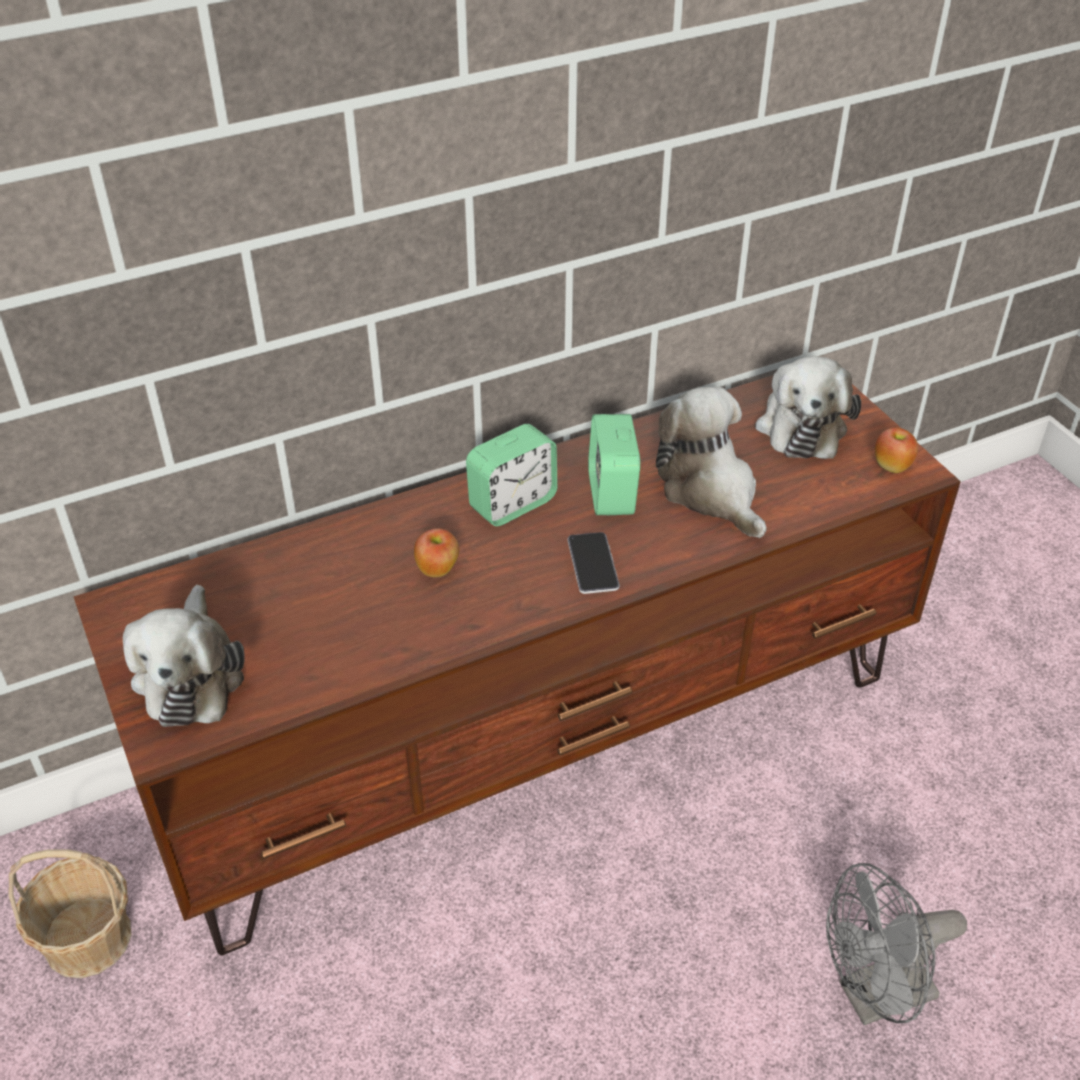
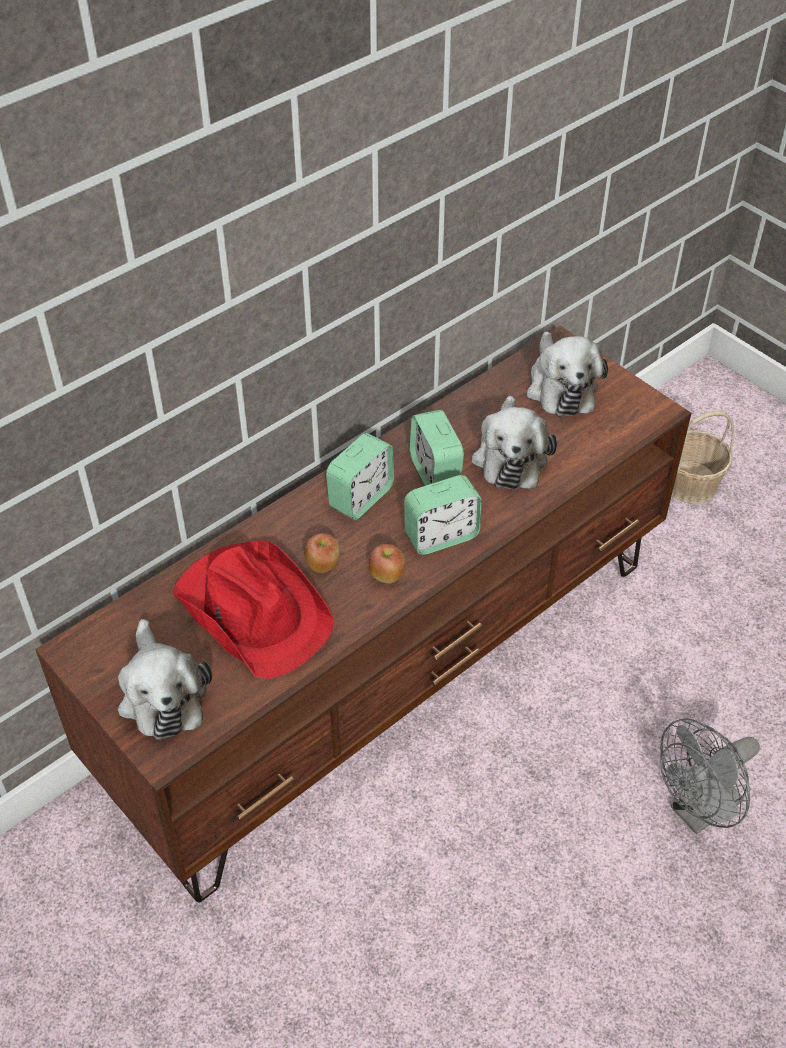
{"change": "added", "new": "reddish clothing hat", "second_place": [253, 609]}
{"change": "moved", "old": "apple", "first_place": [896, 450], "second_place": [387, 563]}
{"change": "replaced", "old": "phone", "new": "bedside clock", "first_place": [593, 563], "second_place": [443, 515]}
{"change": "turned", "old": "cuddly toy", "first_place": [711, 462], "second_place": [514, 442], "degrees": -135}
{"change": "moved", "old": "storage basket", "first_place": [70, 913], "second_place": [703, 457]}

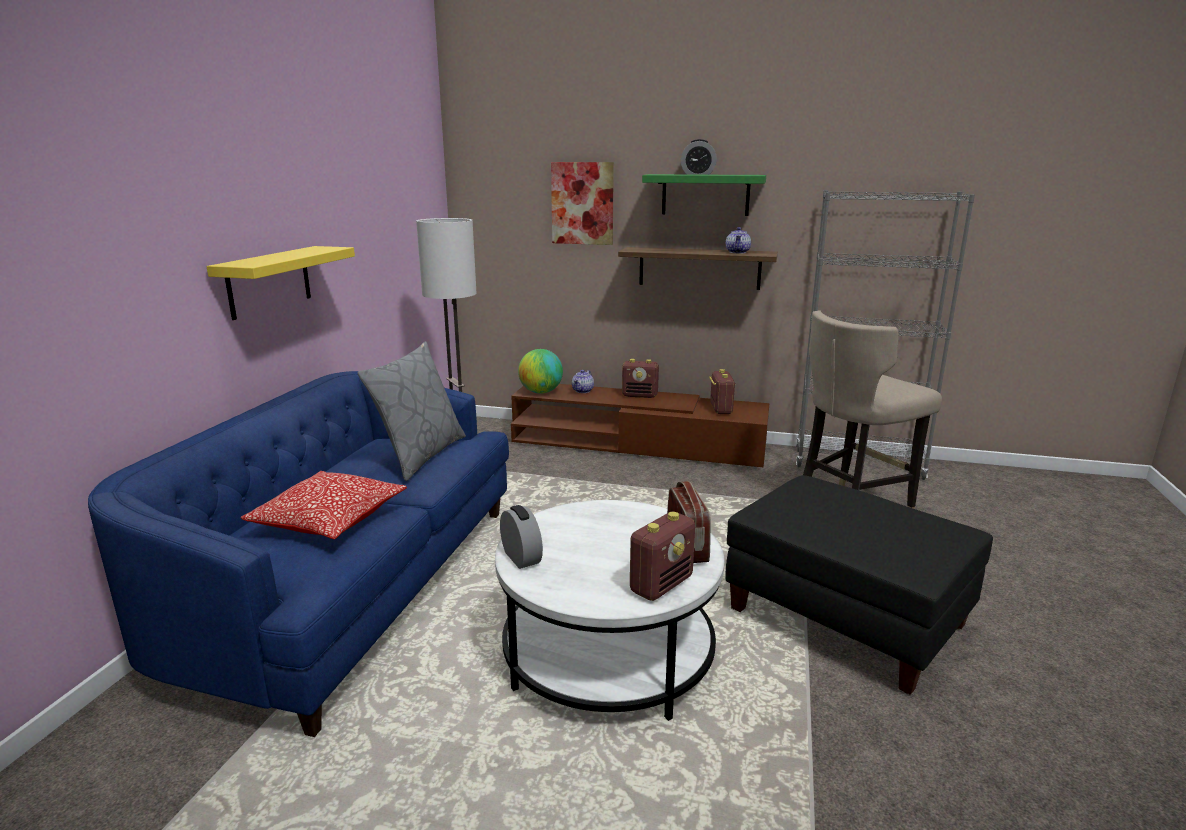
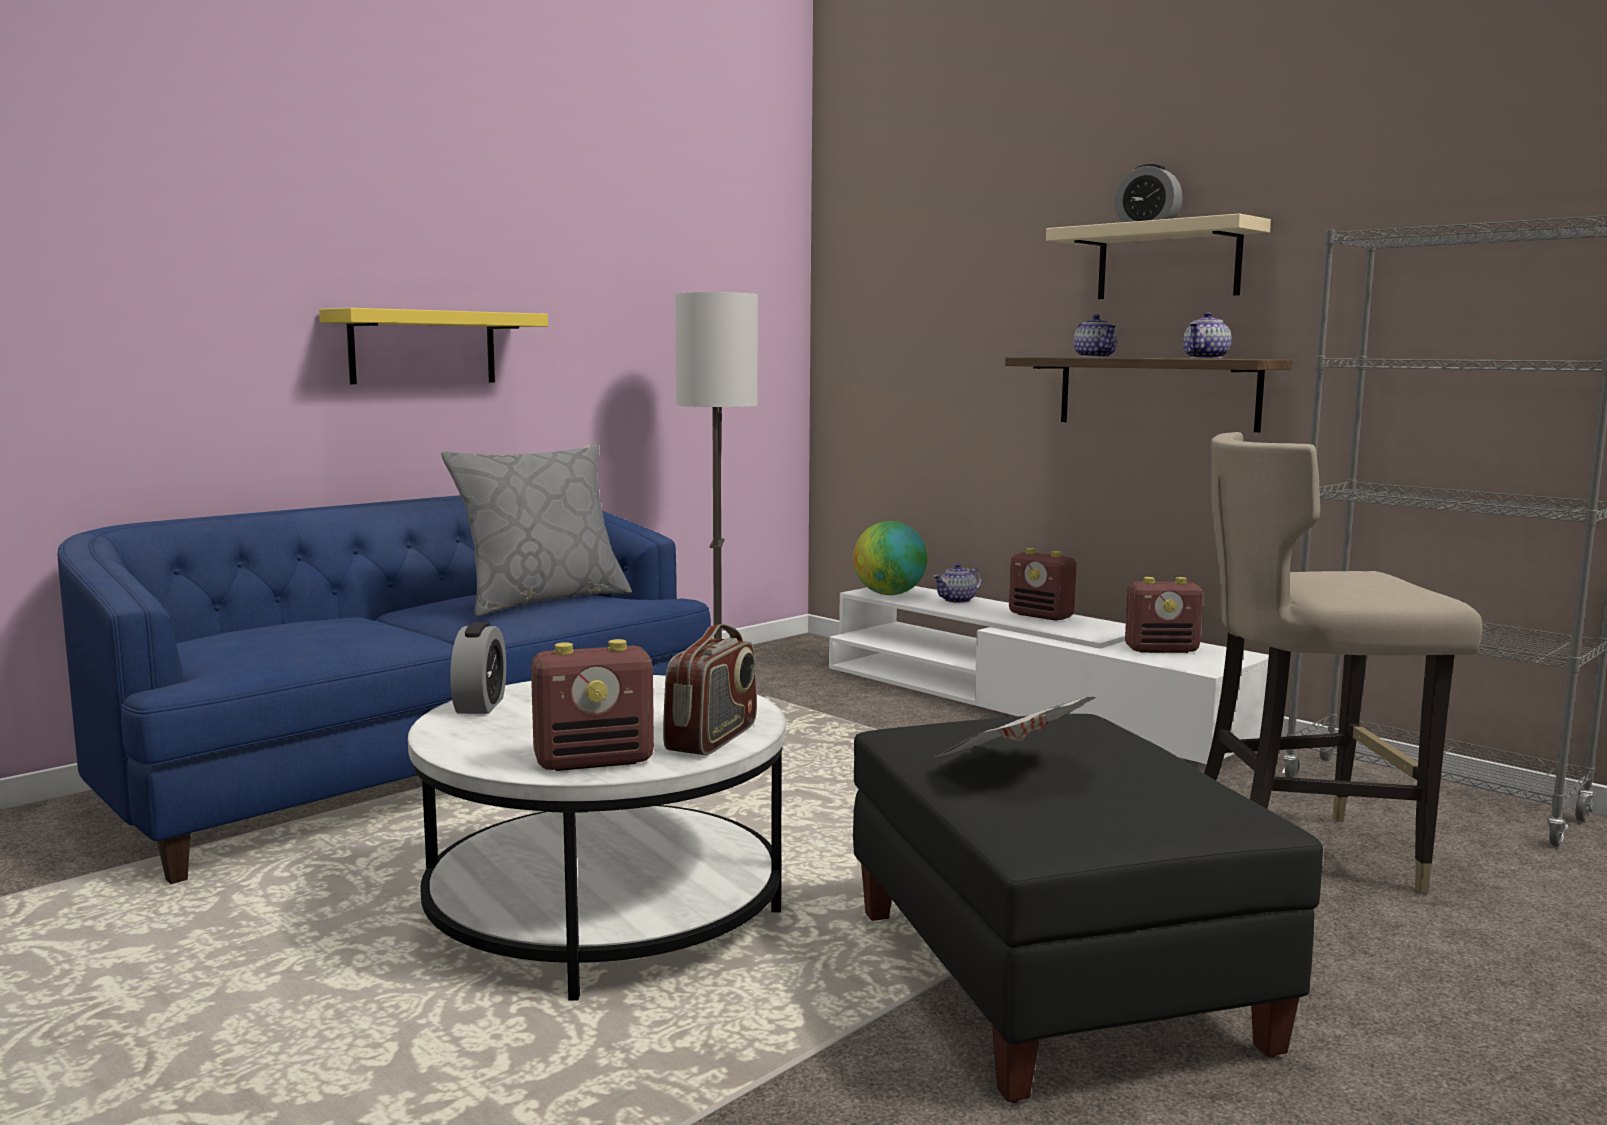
{"change": "recoloured", "old": "brown media console", "new": "whitish media console", "first_place": [640, 425], "second_place": [1049, 675]}
{"change": "added", "new": "newspaper", "second_place": [1014, 727]}
{"change": "recoloured", "old": "greenish bracket shelf", "new": "sand-coloured bracket shelf", "first_place": [704, 195], "second_place": [1158, 256]}
{"change": "added", "new": "tea pot", "second_place": [1095, 335]}
{"change": "turned", "old": "radio set", "first_place": [722, 391], "second_place": [1164, 615], "degrees": 60}
{"change": "removed", "old": "pillow", "first_place": [323, 505]}
{"change": "removed", "old": "wall art", "first_place": [582, 203]}

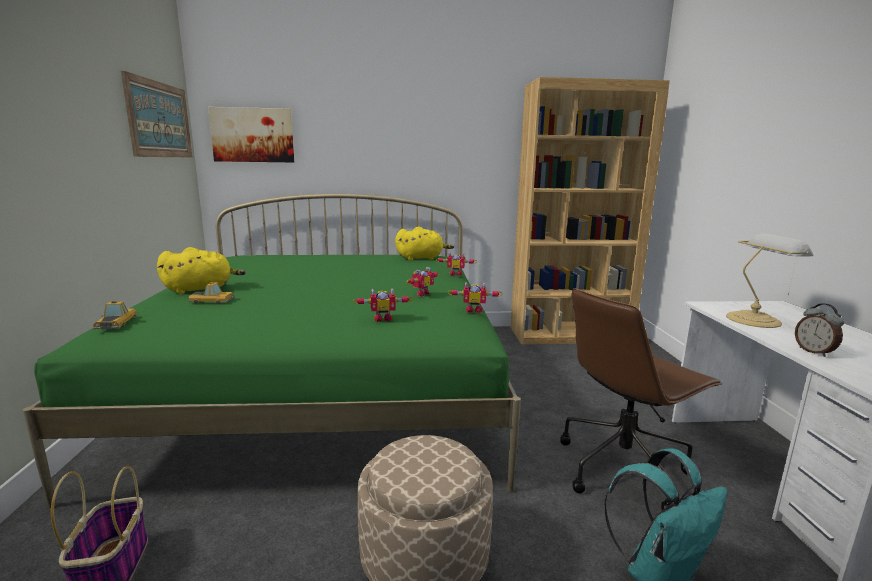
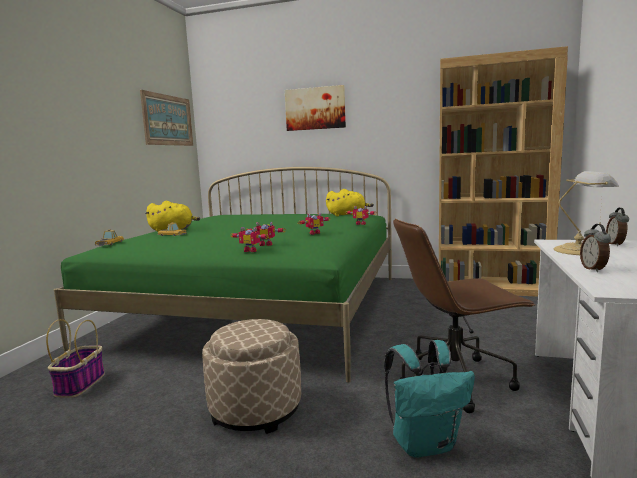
{"change": "moved", "old": "model robot", "first_place": [475, 297], "second_place": [249, 239]}
{"change": "moved", "old": "wall art", "first_place": [251, 134], "second_place": [315, 108]}
{"change": "added", "new": "bedside clock", "second_place": [617, 227]}

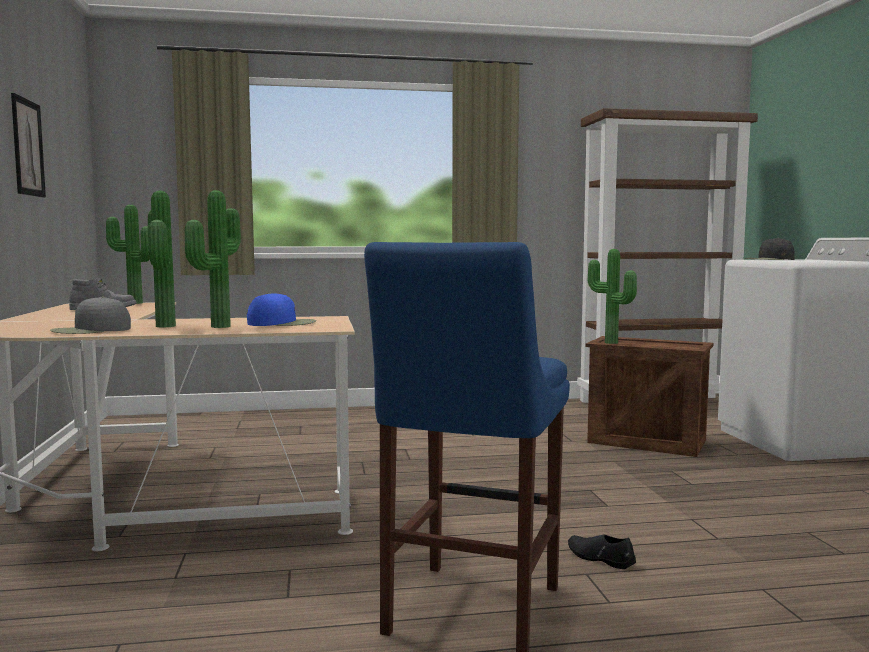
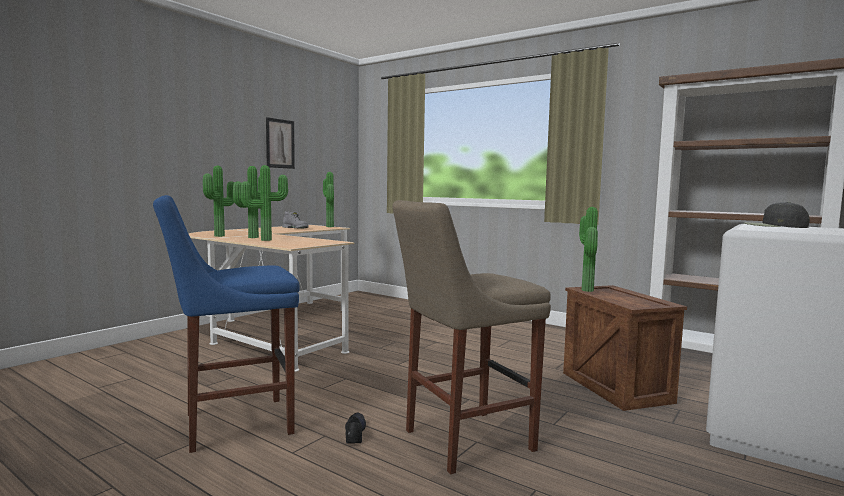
{"change": "replaced", "old": "greyish peaked cap", "new": "potted plant", "first_place": [90, 315], "second_place": [219, 201]}
{"change": "added", "new": "sand-coloured stool", "second_place": [472, 337]}
{"change": "removed", "old": "blue peaked cap", "first_place": [281, 309]}

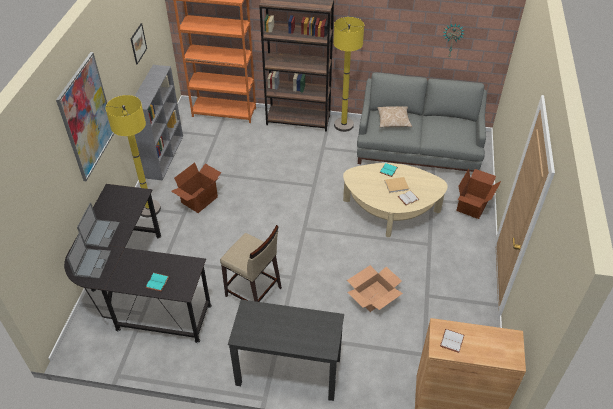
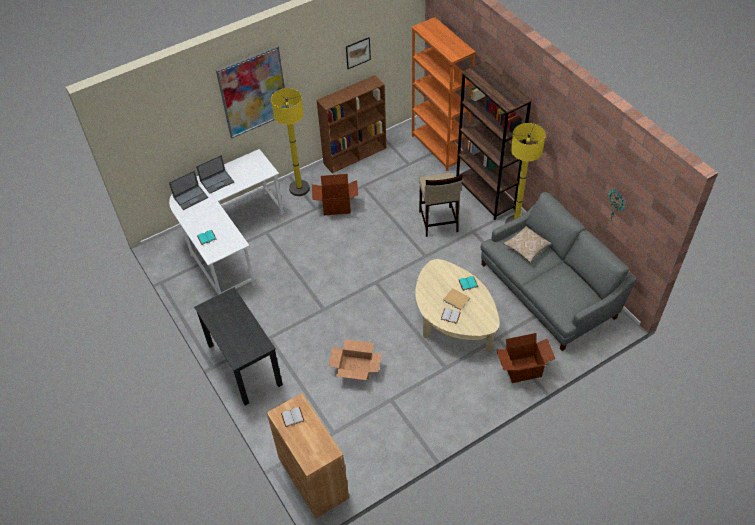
{"change": "recoloured", "old": "black desk unit", "new": "whitish desk unit", "first_place": [138, 263], "second_place": [226, 222]}
{"change": "recoloured", "old": "greyish bookshelf", "new": "brown bookshelf", "first_place": [156, 123], "second_place": [351, 124]}
{"change": "moved", "old": "sand-coloured stool", "first_place": [251, 263], "second_place": [440, 205]}

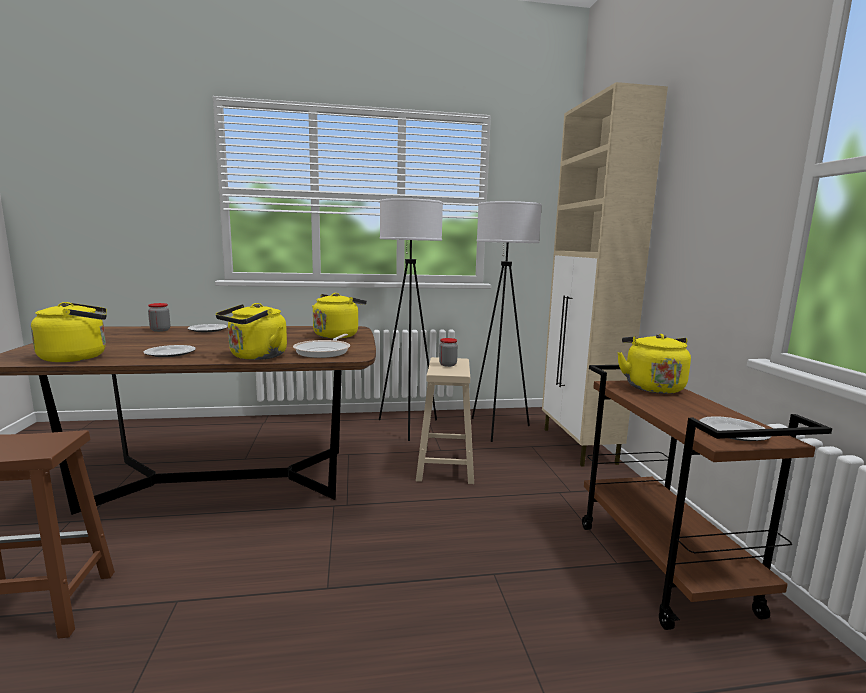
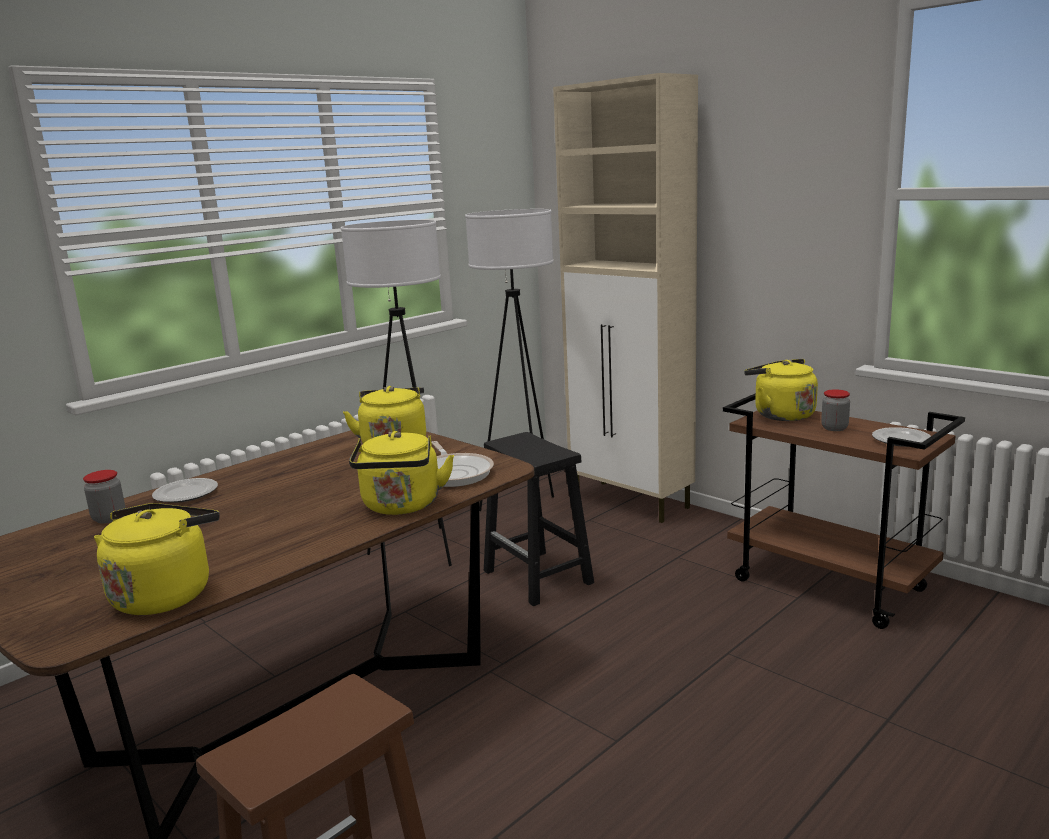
{"change": "recoloured", "old": "sand-coloured stool", "new": "black stool", "first_place": [445, 420], "second_place": [539, 519]}
{"change": "moved", "old": "jar", "first_place": [448, 352], "second_place": [835, 410]}
{"change": "removed", "old": "plate", "first_place": [170, 351]}

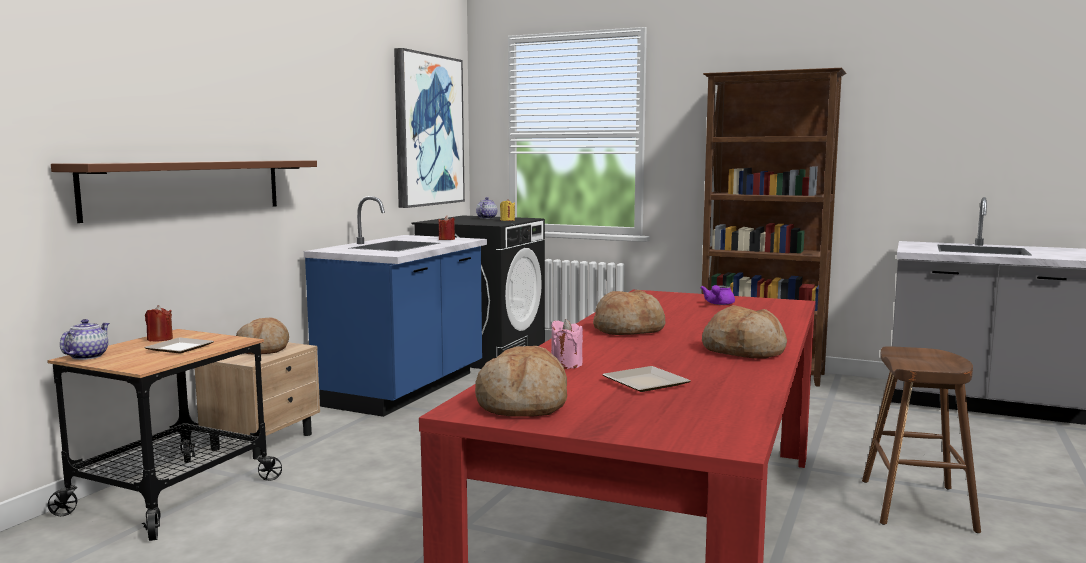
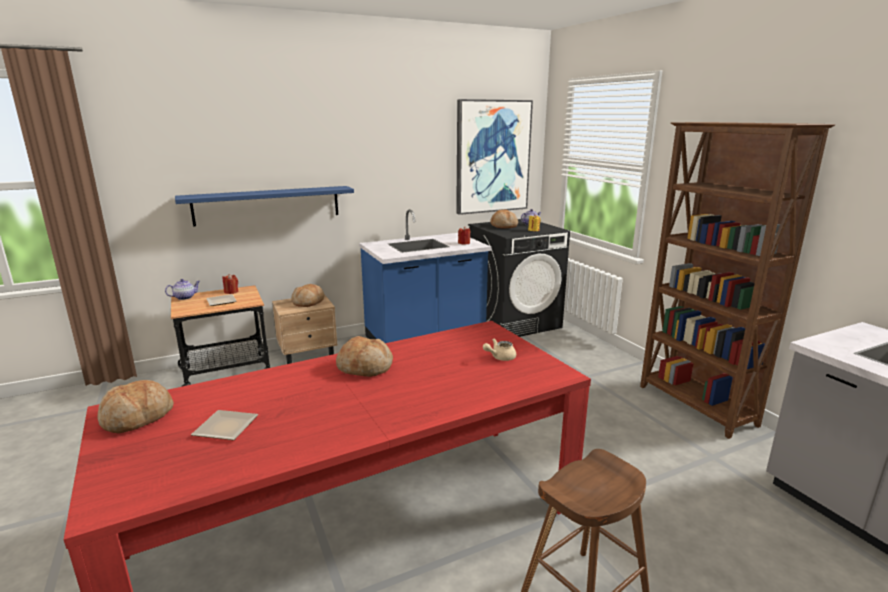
{"change": "recoloured", "old": "brown bracket shelf", "new": "blue bracket shelf", "first_place": [184, 191], "second_place": [264, 206]}
{"change": "recoloured", "old": "purple tea pot", "new": "sand-coloured tea pot", "first_place": [717, 295], "second_place": [499, 350]}
{"change": "moved", "old": "bakery bread", "first_place": [744, 331], "second_place": [504, 219]}
{"change": "removed", "old": "pink wax light", "first_place": [567, 344]}

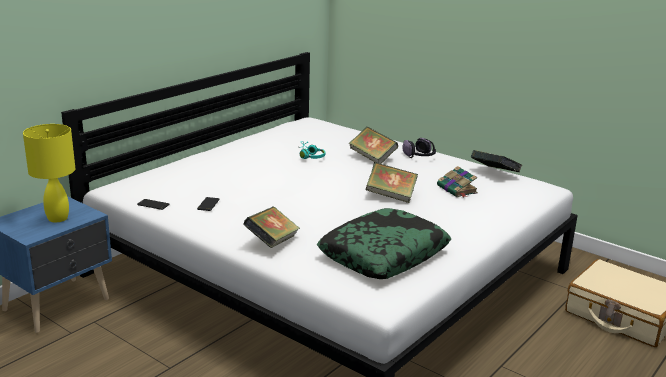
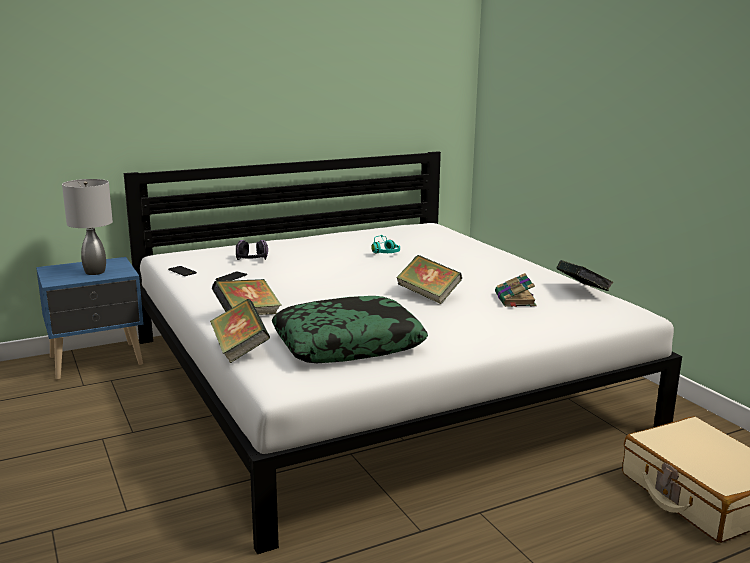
{"change": "recoloured", "old": "yellowish lamp for a table", "new": "greyish lamp for a table", "first_place": [49, 173], "second_place": [87, 227]}
{"change": "moved", "old": "volume", "first_place": [373, 145], "second_place": [240, 331]}
{"change": "moved", "old": "headphones", "first_place": [419, 148], "second_place": [252, 250]}

